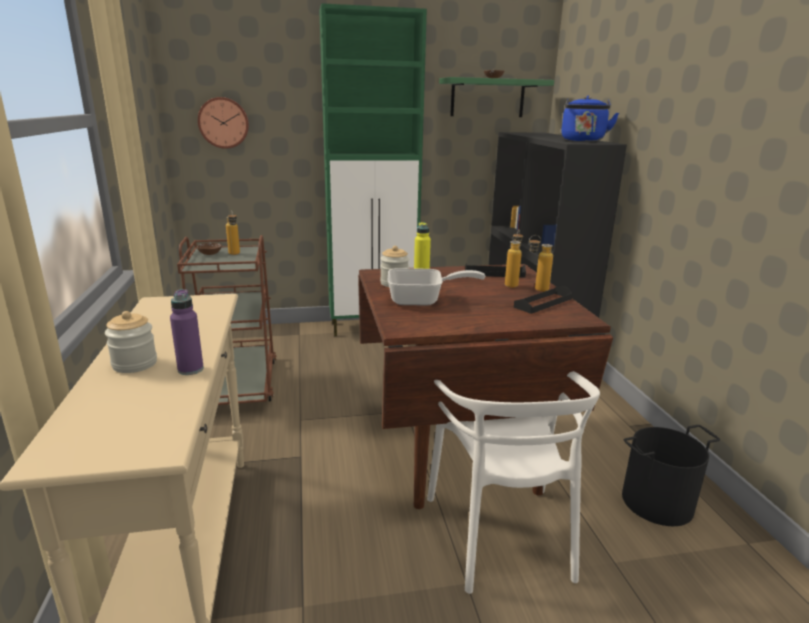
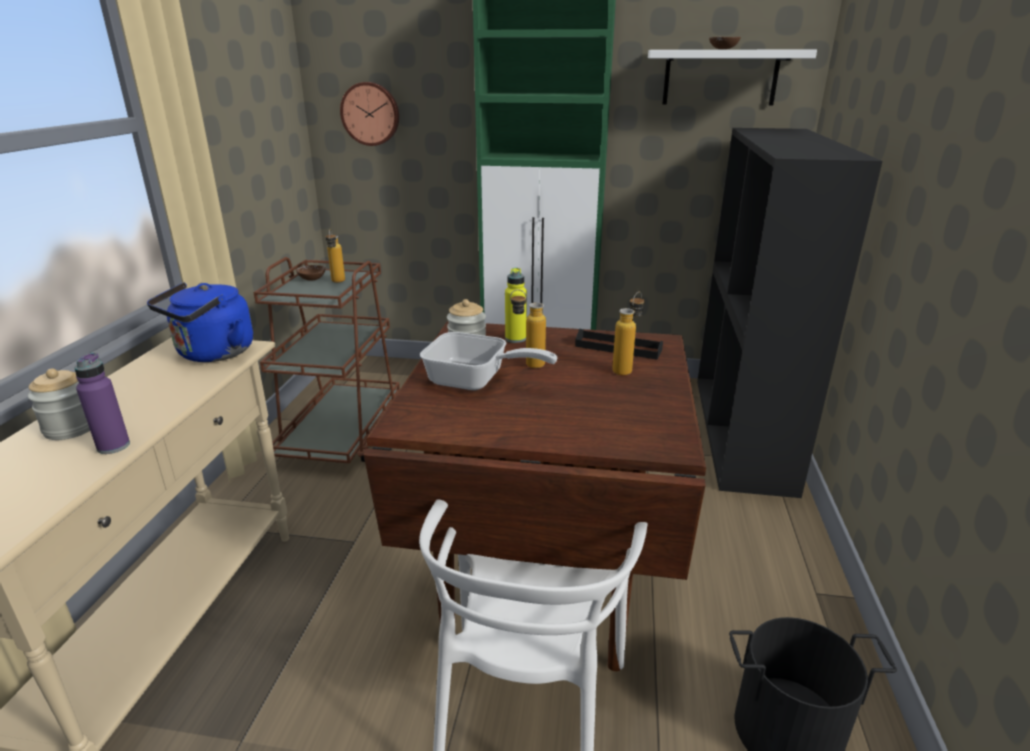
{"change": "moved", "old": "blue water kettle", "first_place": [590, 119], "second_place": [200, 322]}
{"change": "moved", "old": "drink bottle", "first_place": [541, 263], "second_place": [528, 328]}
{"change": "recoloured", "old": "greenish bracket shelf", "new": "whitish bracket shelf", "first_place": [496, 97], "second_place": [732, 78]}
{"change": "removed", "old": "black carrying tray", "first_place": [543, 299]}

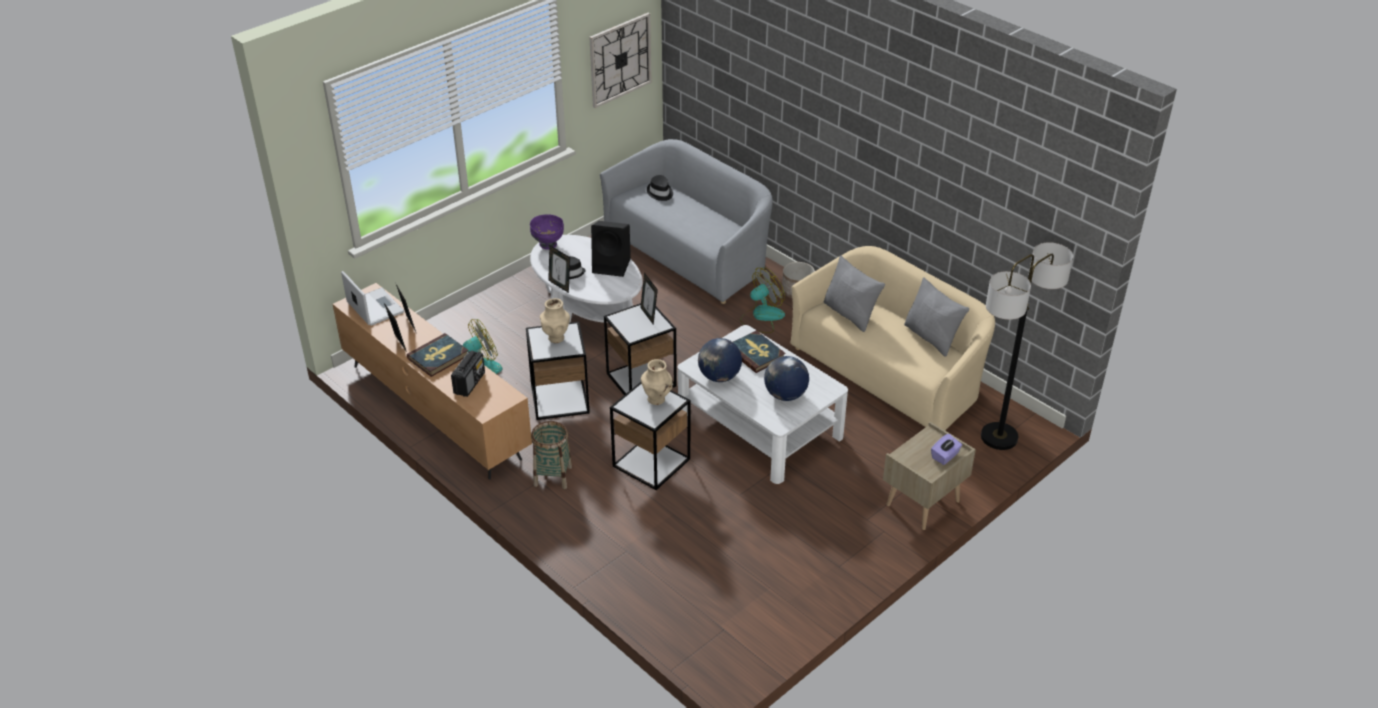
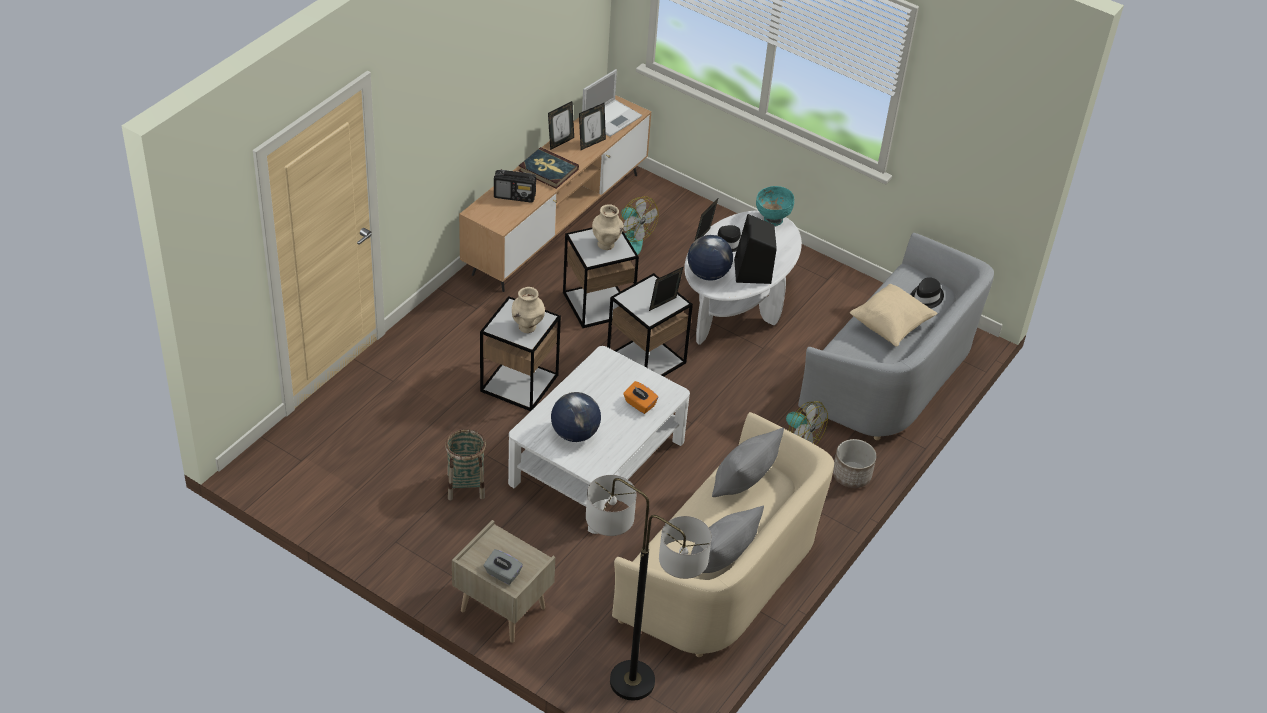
{"change": "moved", "old": "storage basket", "first_place": [551, 455], "second_place": [465, 464]}
{"change": "recoloured", "old": "purple tissue holder", "new": "greyish tissue holder", "first_place": [946, 449], "second_place": [503, 567]}
{"change": "replaced", "old": "volume", "new": "orange-coloured tissue holder", "first_place": [759, 351], "second_place": [640, 397]}
{"change": "moved", "old": "world globe", "first_place": [720, 360], "second_place": [710, 258]}
{"change": "recoloured", "old": "purple serving bowl", "new": "blue-green serving bowl", "first_place": [547, 232], "second_place": [775, 206]}
{"change": "added", "new": "sand-coloured pillow", "second_place": [894, 315]}
{"change": "removed", "old": "wall clock", "first_place": [620, 60]}

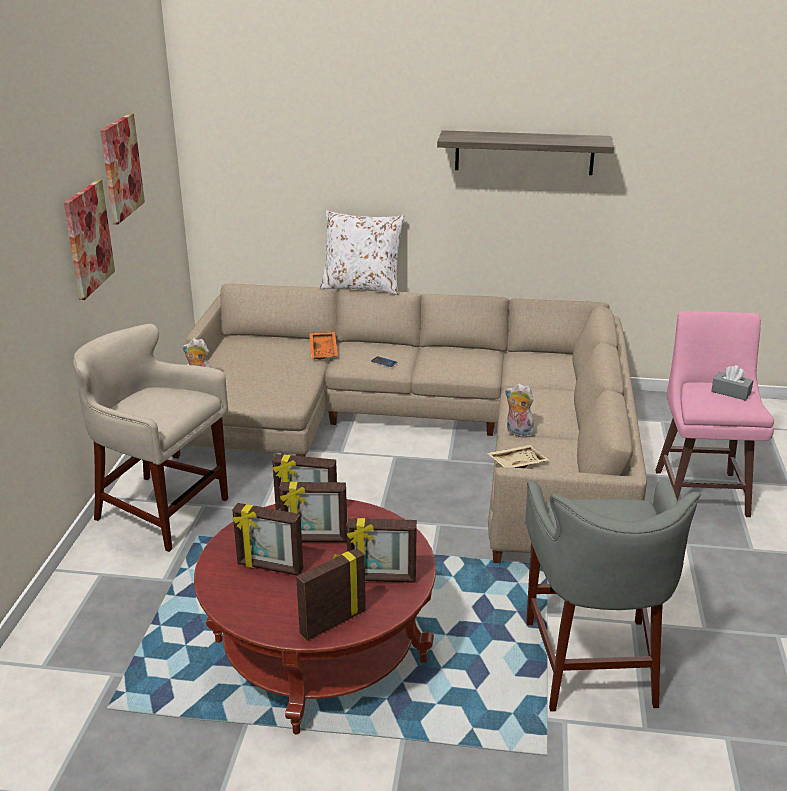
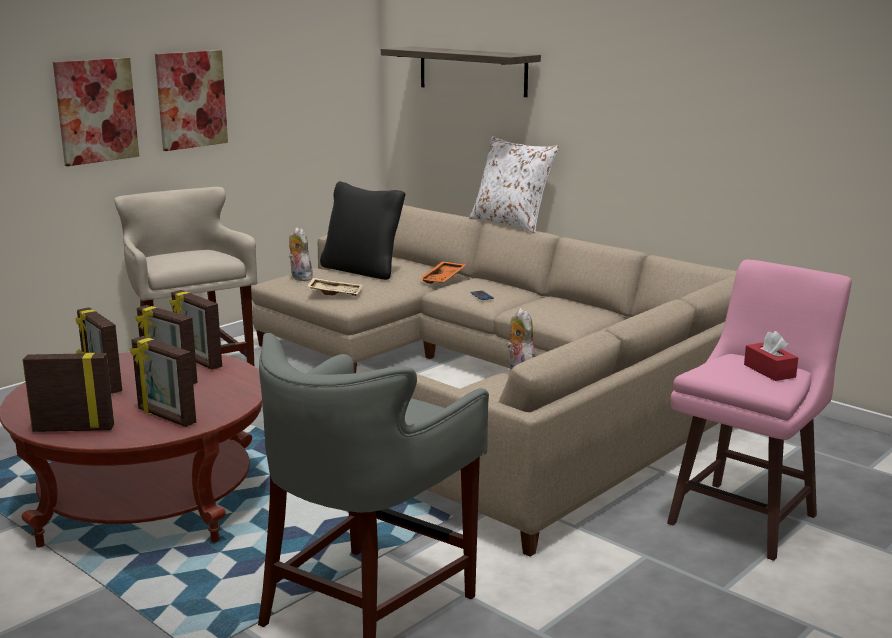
{"change": "moved", "old": "wall art", "first_place": [122, 169], "second_place": [96, 112]}
{"change": "moved", "old": "sand-coloured carrying tray", "first_place": [518, 456], "second_place": [335, 287]}
{"change": "added", "new": "black pillow", "second_place": [362, 230]}
{"change": "moved", "old": "bracket shelf", "first_place": [525, 152], "second_place": [461, 72]}
{"change": "recoloured", "old": "greyish tissue holder", "new": "reddish tissue holder", "first_place": [732, 383], "second_place": [771, 356]}

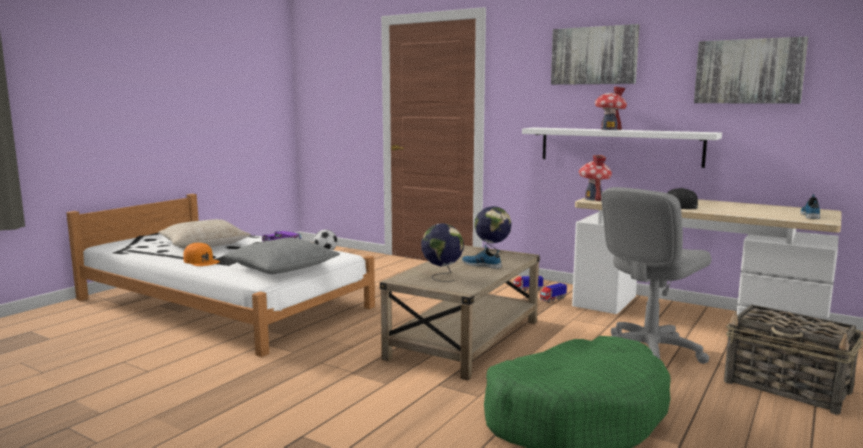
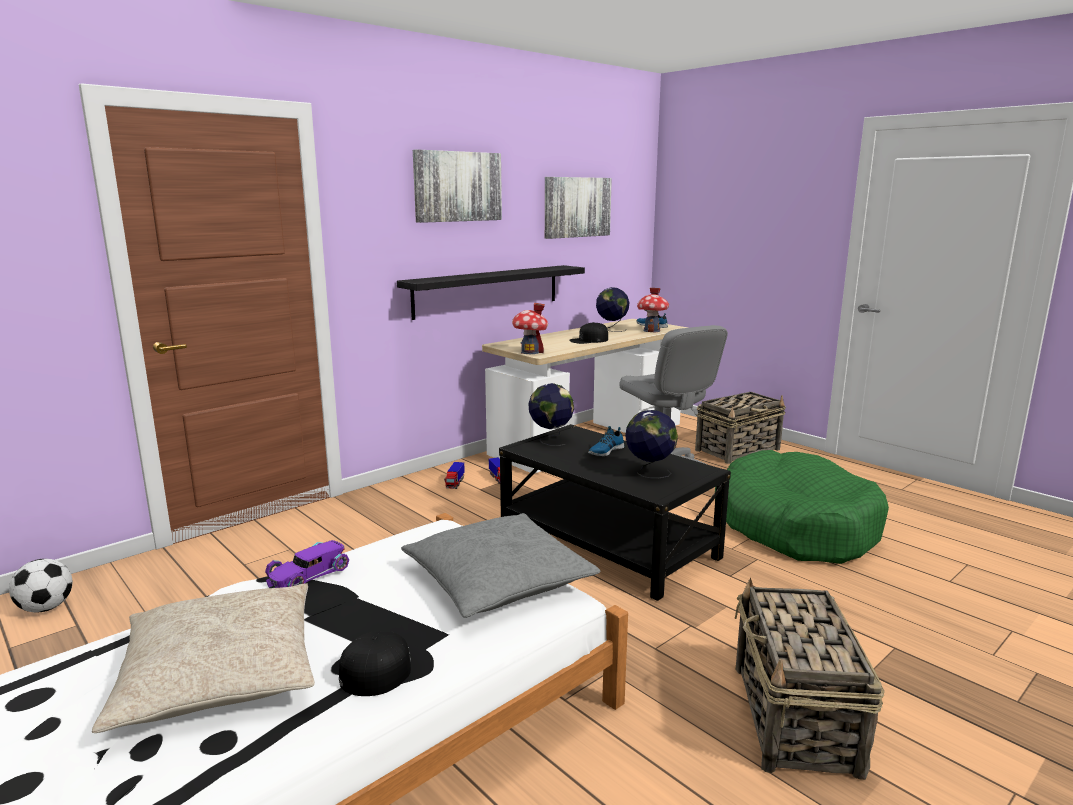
{"change": "recoloured", "old": "orange-coloured peaked cap", "new": "black peaked cap", "first_place": [201, 254], "second_place": [386, 663]}
{"change": "recoloured", "old": "whitish bracket shelf", "new": "black bracket shelf", "first_place": [622, 147], "second_place": [491, 292]}
{"change": "recoloured", "old": "sand-coloured coffee table", "new": "black coffee table", "first_place": [460, 312], "second_place": [615, 512]}
{"change": "added", "new": "world globe", "second_place": [612, 309]}
{"change": "moved", "old": "miniature house", "first_place": [611, 108], "second_place": [653, 310]}
{"change": "added", "new": "storage basket", "second_place": [810, 678]}

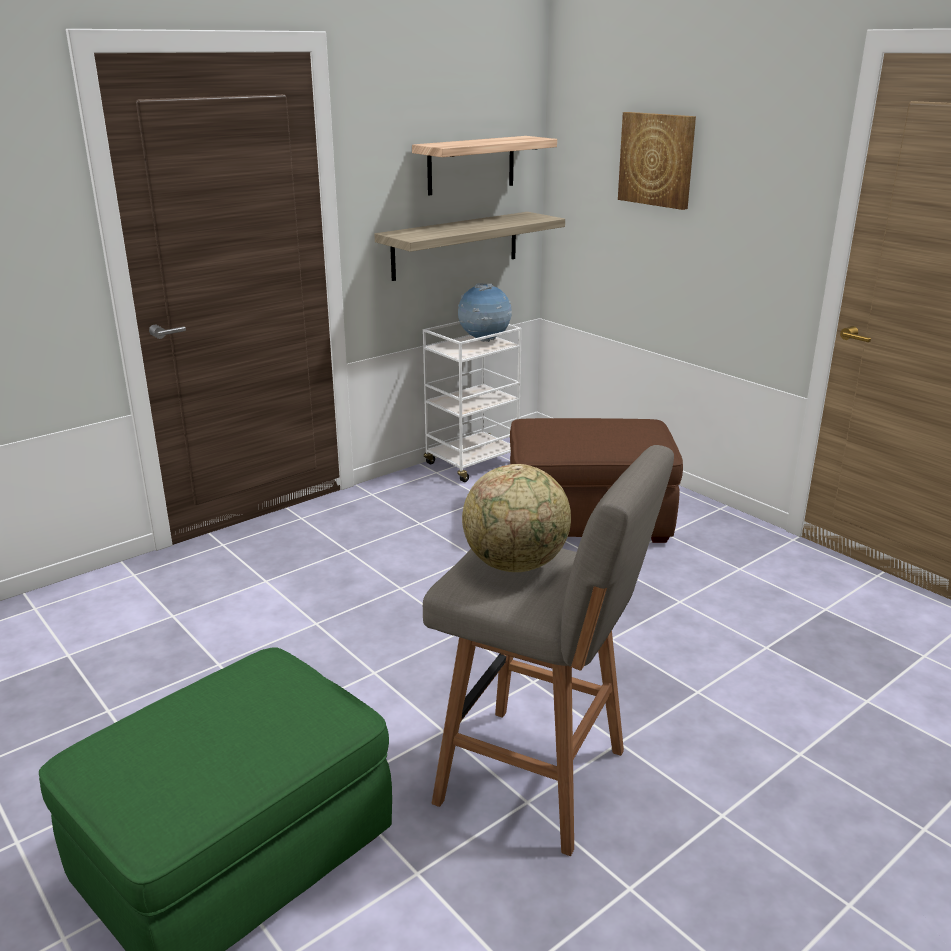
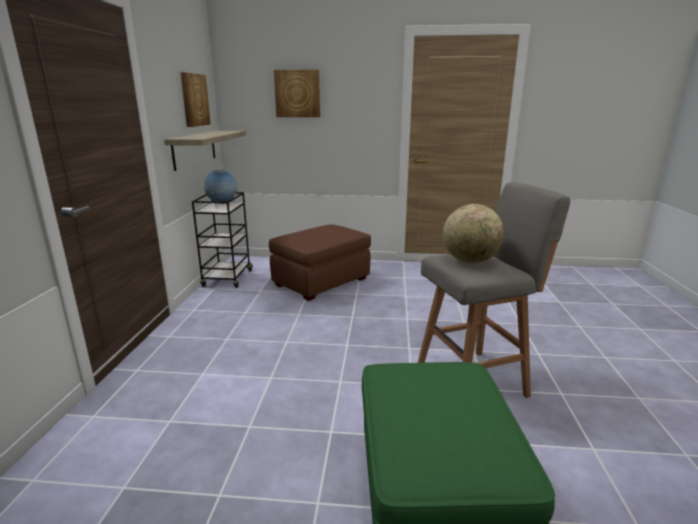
{"change": "replaced", "old": "bracket shelf", "new": "wall art", "first_place": [484, 165], "second_place": [195, 99]}
{"change": "recoloured", "old": "whitish wheeled cart", "new": "black wheeled cart", "first_place": [472, 401], "second_place": [222, 240]}

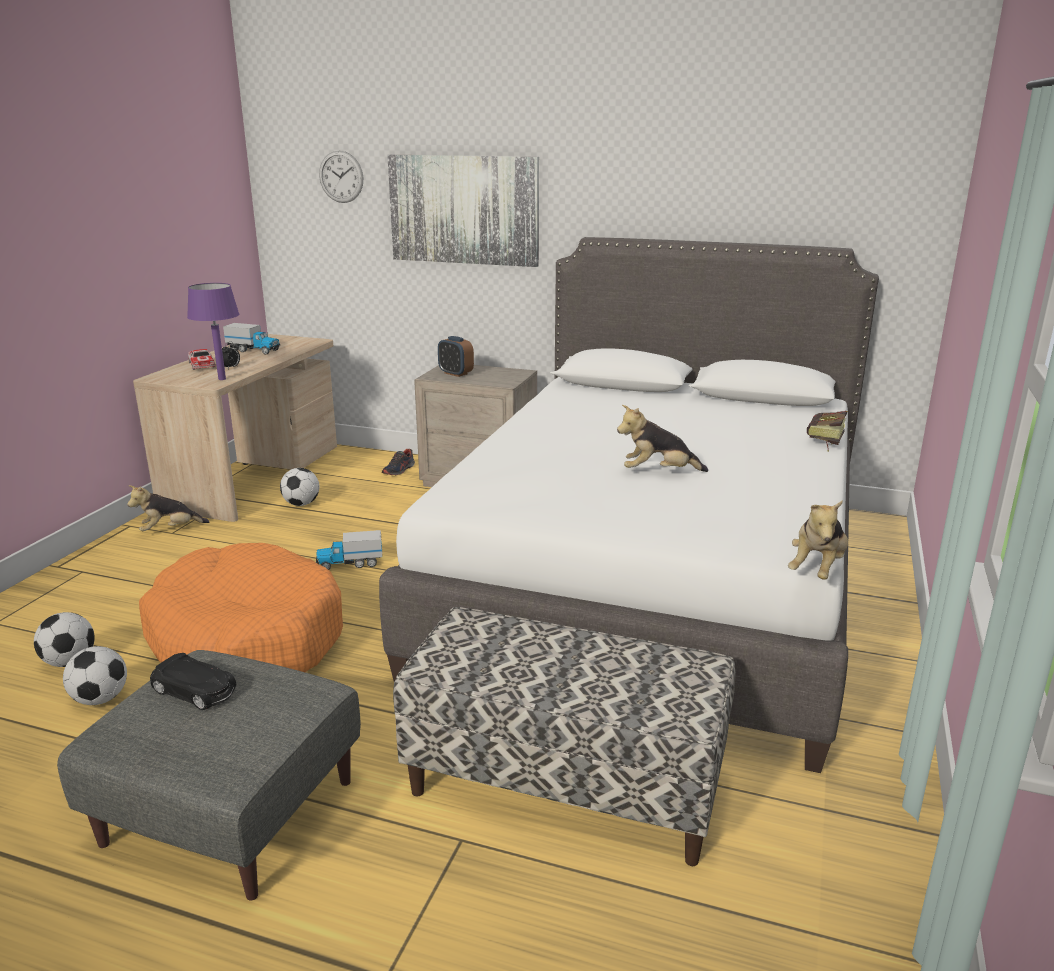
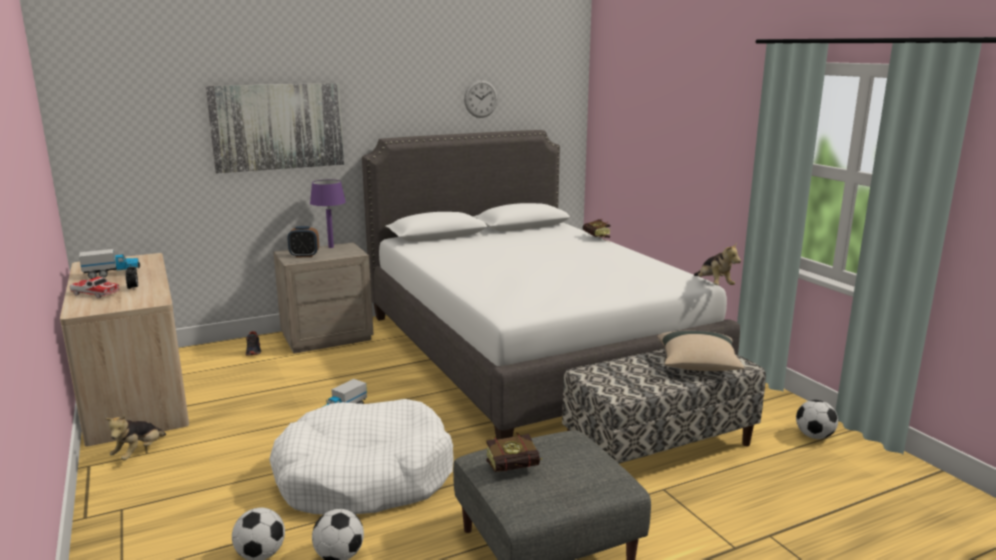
{"change": "recoloured", "old": "orange-coloured dog bed", "new": "whitish dog bed", "first_place": [241, 607], "second_place": [361, 457]}
{"change": "moved", "old": "purple lamp for a table", "first_place": [213, 331], "second_place": [328, 213]}
{"change": "moved", "old": "wall clock", "first_place": [341, 177], "second_place": [481, 99]}
{"change": "replaced", "old": "black toy car", "new": "volume", "first_place": [193, 681], "second_place": [514, 452]}
{"change": "added", "new": "sand-coloured pillow", "second_place": [700, 351]}
{"change": "moved", "old": "ball for football", "first_place": [299, 487], "second_place": [817, 419]}
{"change": "removed", "old": "cuddly toy", "first_place": [662, 438]}

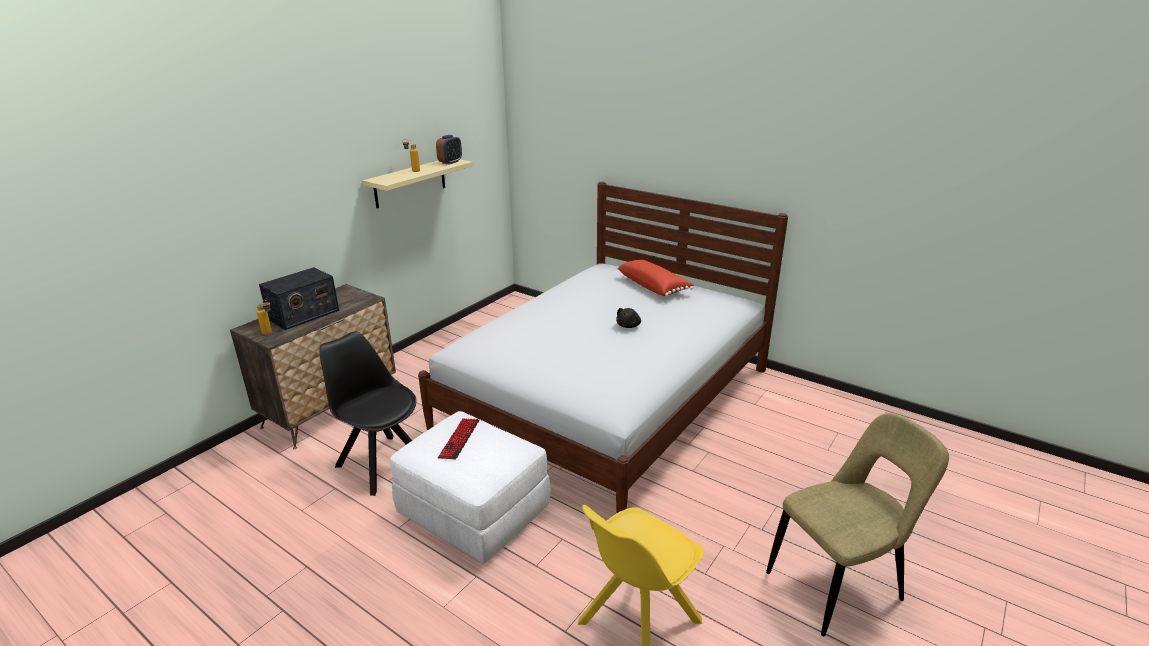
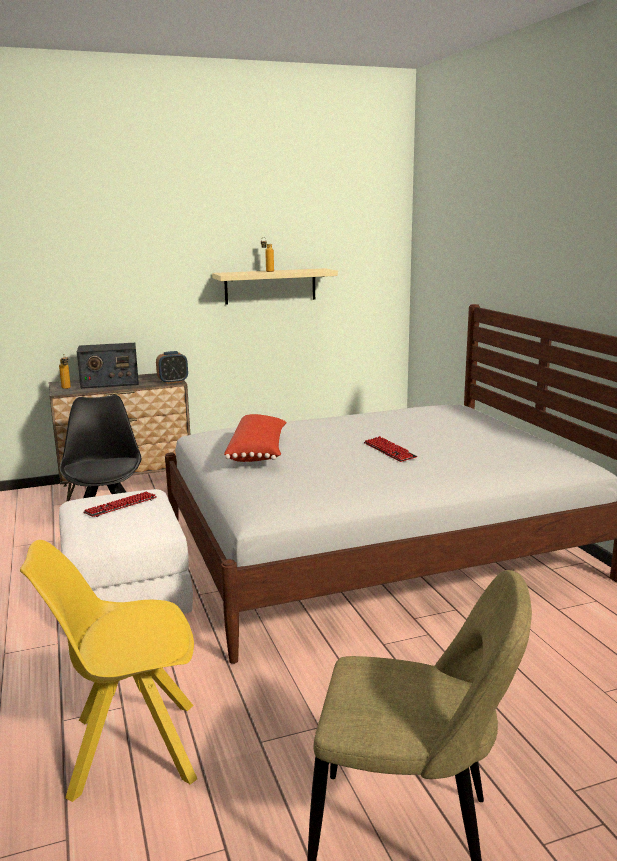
{"change": "moved", "old": "bedside clock", "first_place": [449, 150], "second_place": [172, 367]}
{"change": "moved", "old": "reddish pillow", "first_place": [655, 278], "second_place": [255, 438]}
{"change": "replaced", "old": "black cuddly toy", "new": "keyboard", "first_place": [628, 318], "second_place": [390, 449]}

